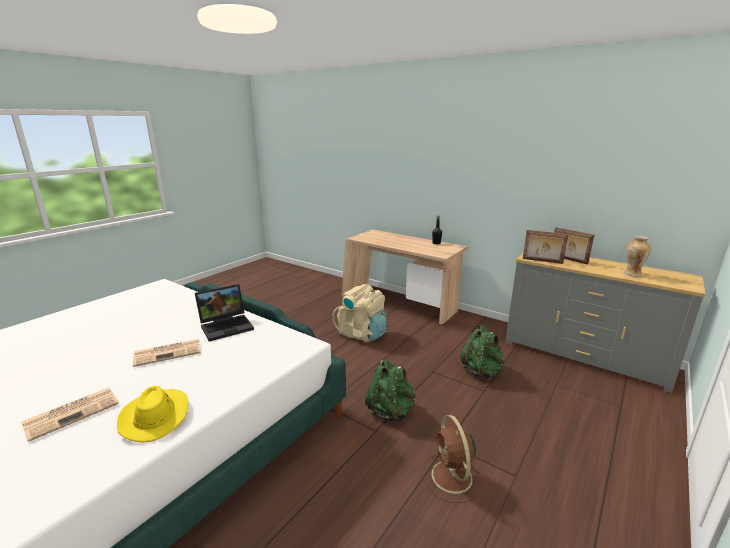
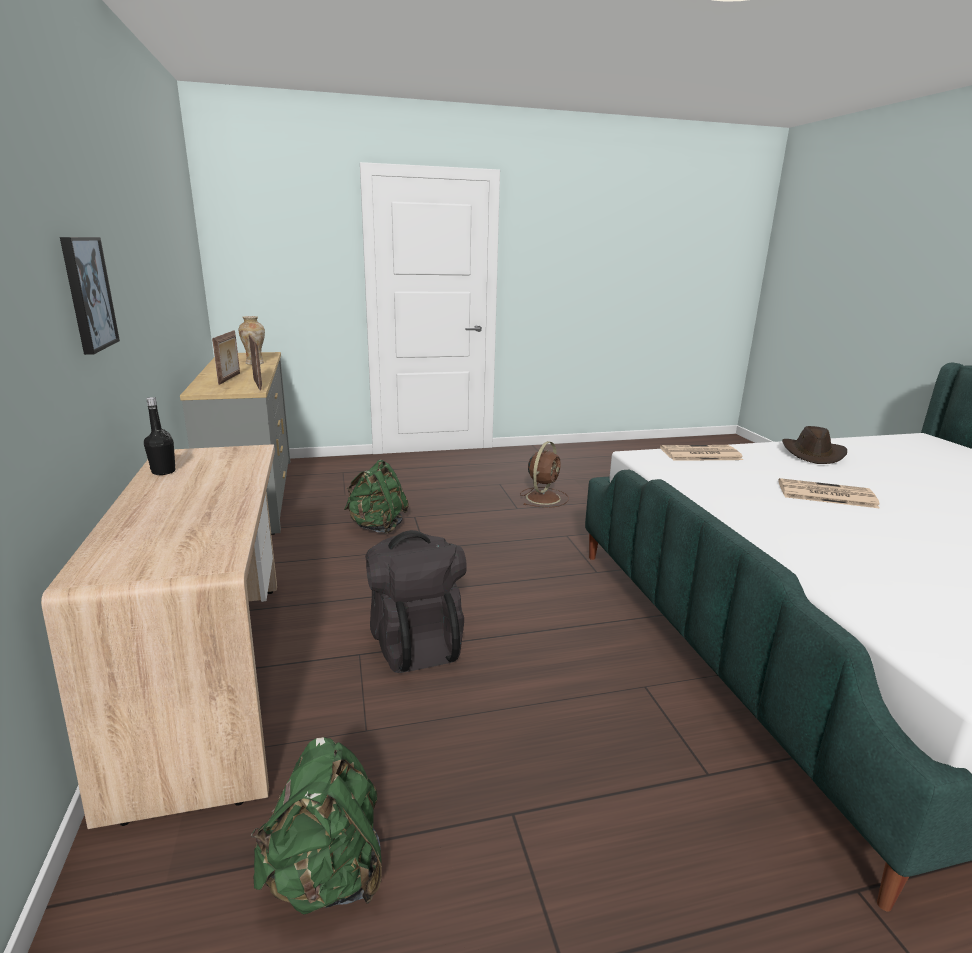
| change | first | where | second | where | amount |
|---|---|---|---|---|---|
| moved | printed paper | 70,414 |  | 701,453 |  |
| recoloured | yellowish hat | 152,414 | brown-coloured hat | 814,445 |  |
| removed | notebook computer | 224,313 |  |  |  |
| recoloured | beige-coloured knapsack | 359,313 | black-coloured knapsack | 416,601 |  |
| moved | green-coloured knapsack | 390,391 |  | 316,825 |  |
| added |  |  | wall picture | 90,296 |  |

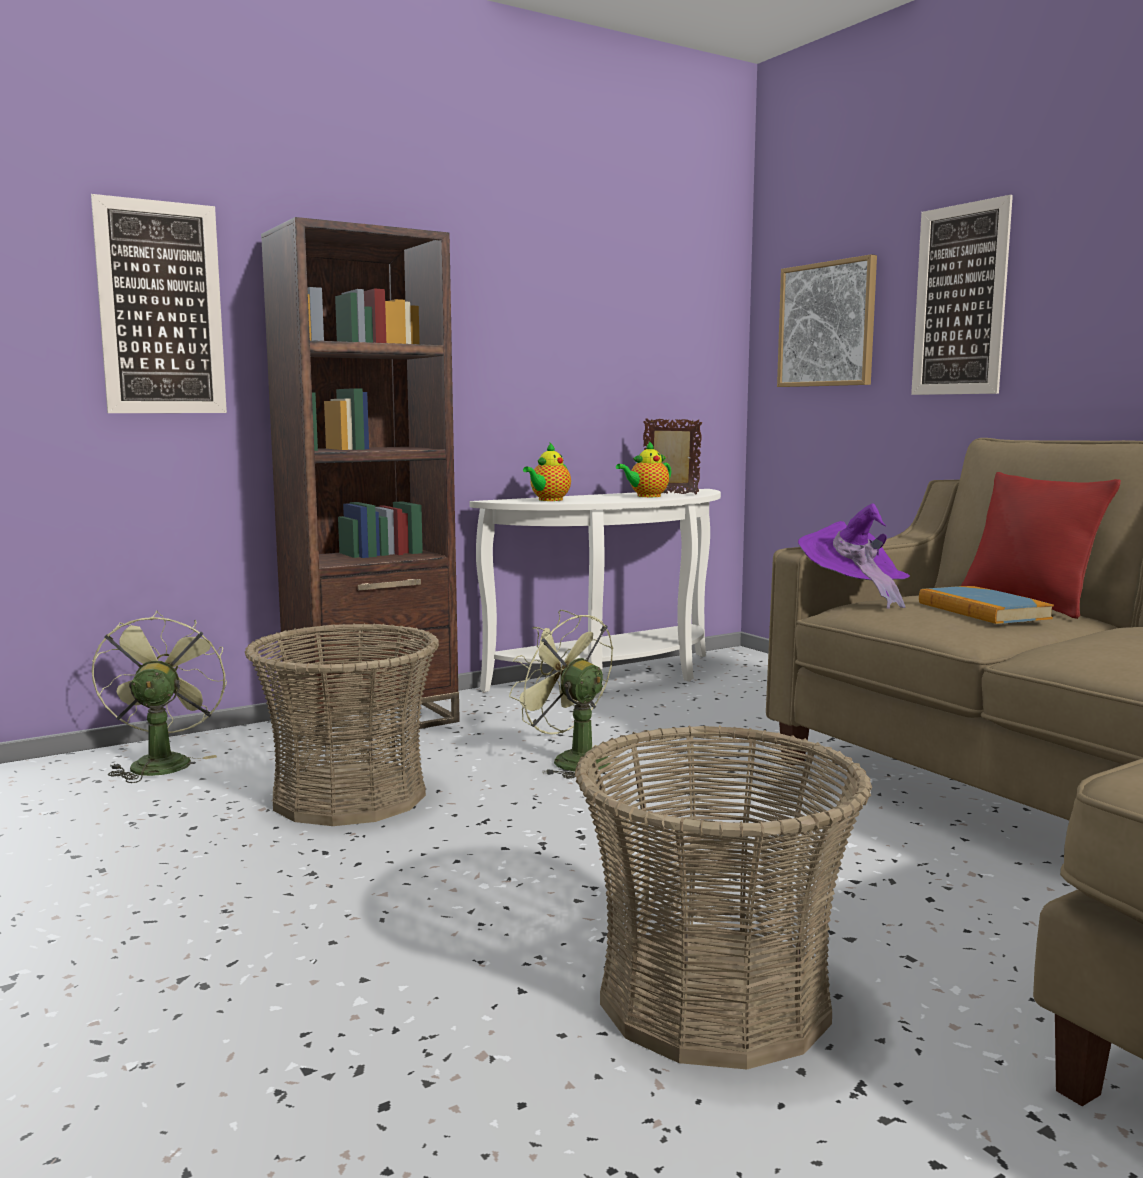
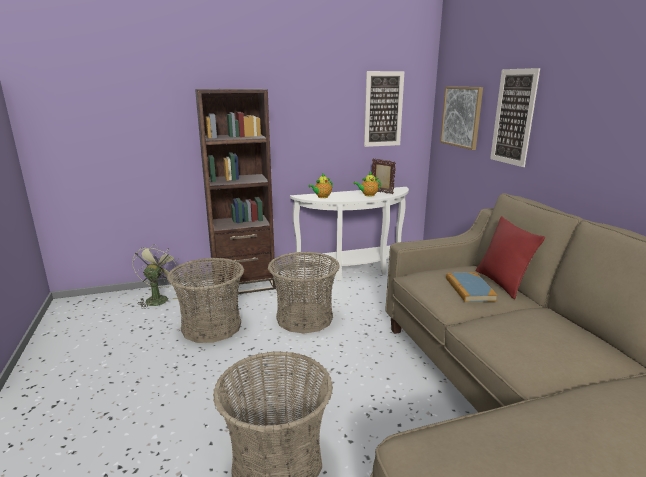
| change | first | where | second | where | amount |
|---|---|---|---|---|---|
| moved | wall picture | 159,303 |  | 384,109 |  |
| replaced | green-coloured cooling fan | 561,694 | household basket | 304,293 |  |
| removed | purple hat | 854,556 |  |  |  |

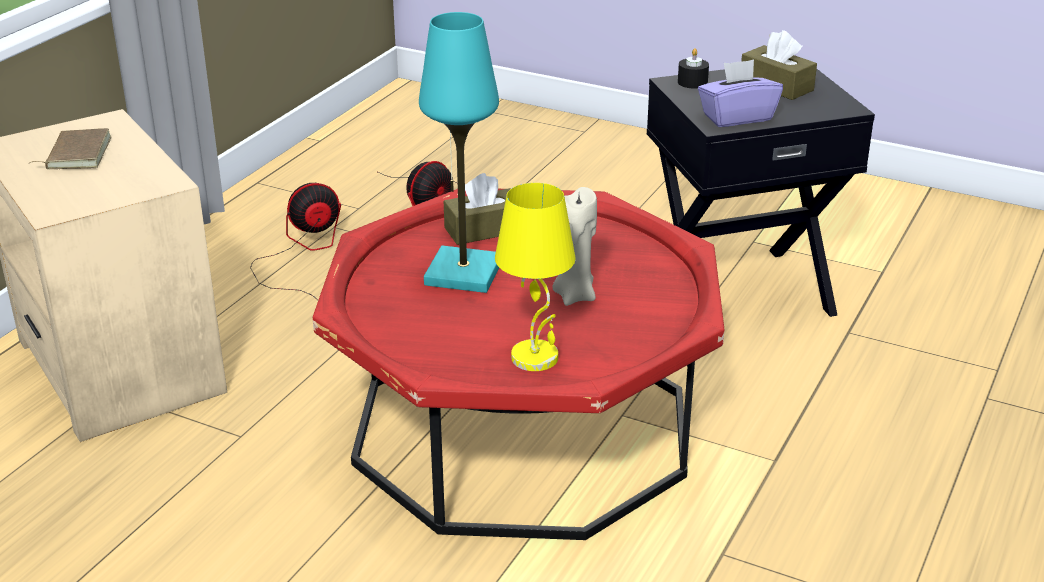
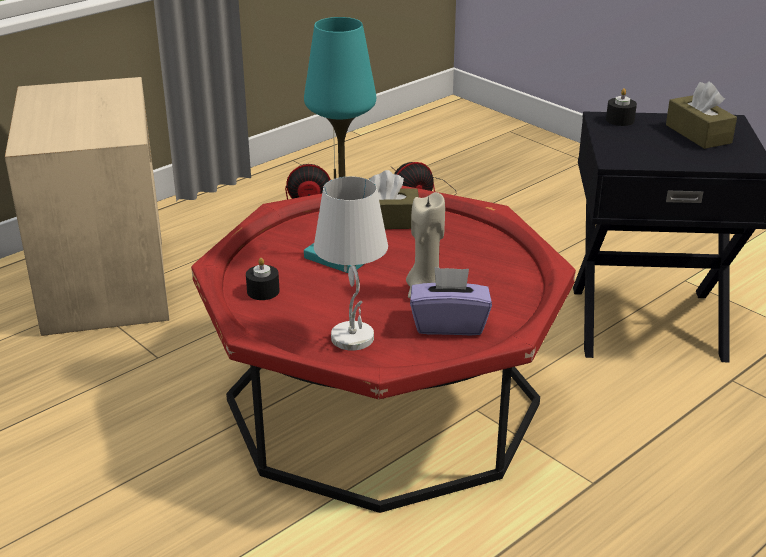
| change | first | where | second | where | amount |
|---|---|---|---|---|---|
| removed | brown-coloured book | 70,148 |  |  |  |
| recoloured | yellowish tabletop lamp | 535,277 | white-coloured tabletop lamp | 351,263 |  |
| moved | purple box of tissues | 740,93 |  | 451,301 |  |
| added |  |  | black-coloured wax candle | 263,279 |  |

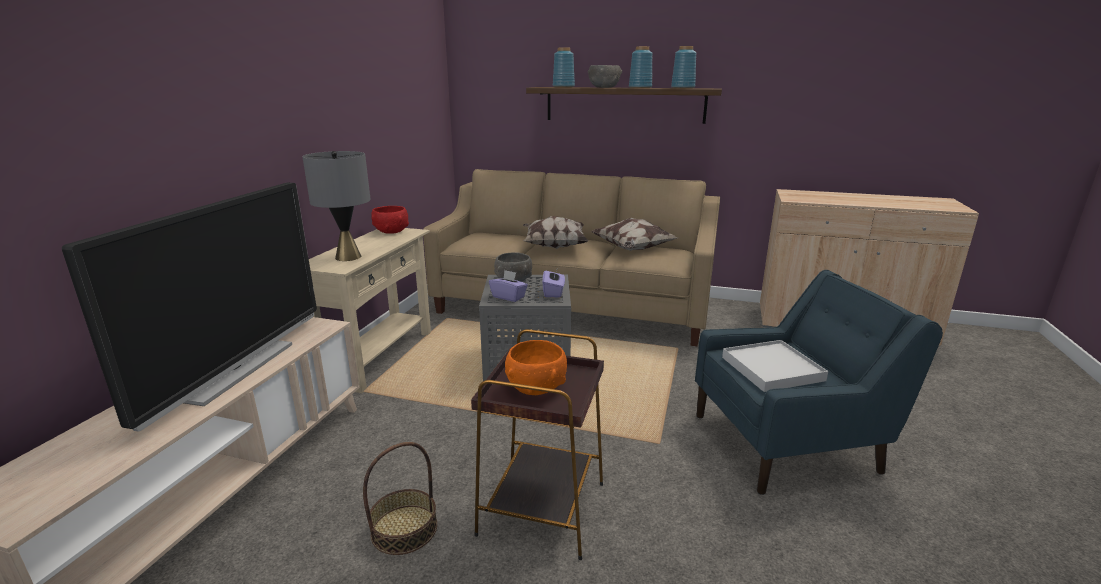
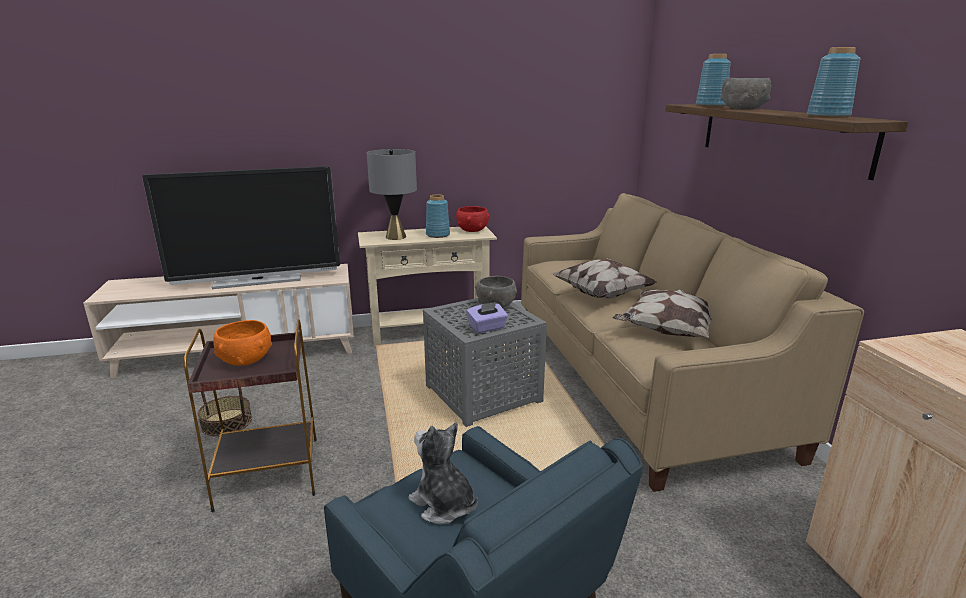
| change | first | where | second | where | amount |
|---|---|---|---|---|---|
| removed | purple box of tissues | 508,286 |  |  |  |
| moved | blue vase | 640,67 |  | 438,216 |  |
| replaced | white-coloured carrying tray | 775,366 | plush toy | 443,473 |  |

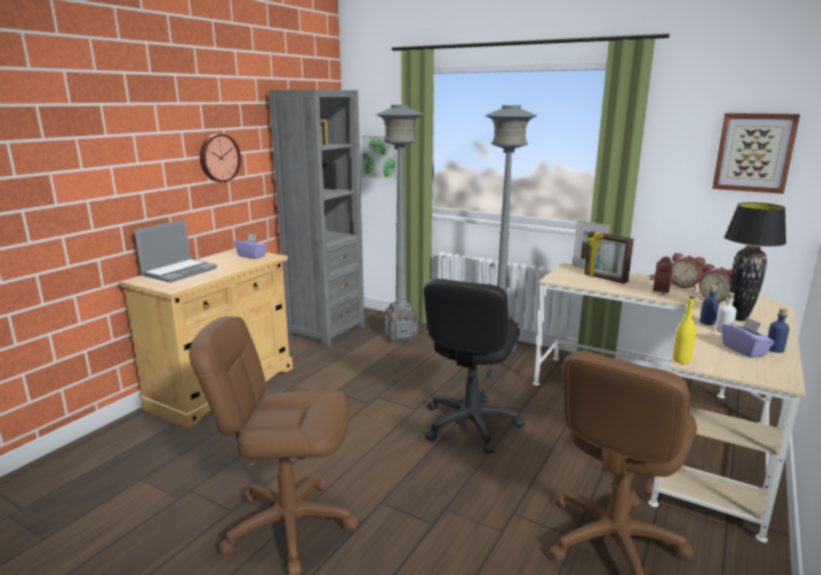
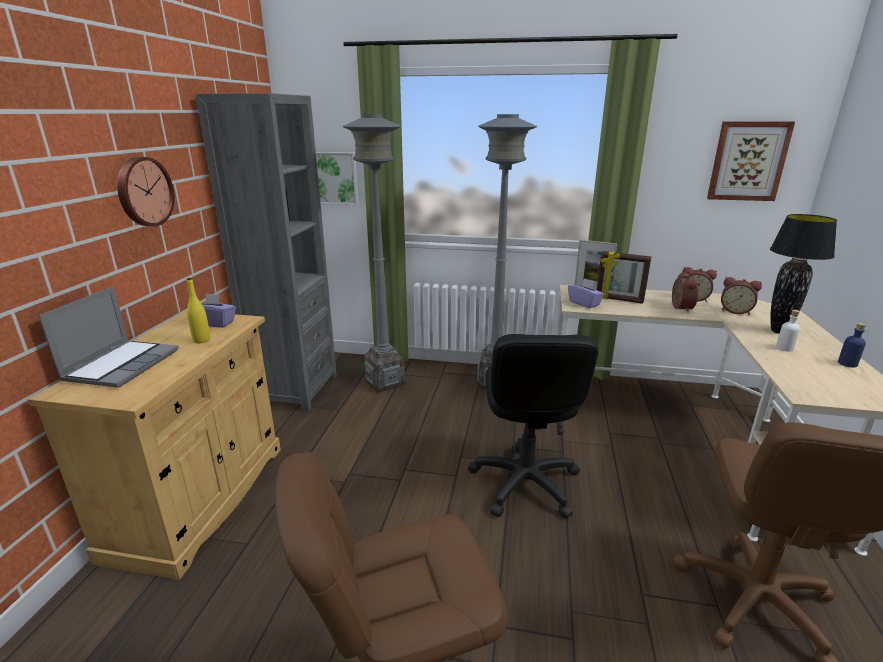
| change | first | where | second | where | amount |
|---|---|---|---|---|---|
| moved | yellowish bottle | 684,330 |  | 198,310 |  |
| removed | blue bottle | 709,305 |  |  |  |
| moved | purple box of tissues | 748,337 |  | 586,293 |  |

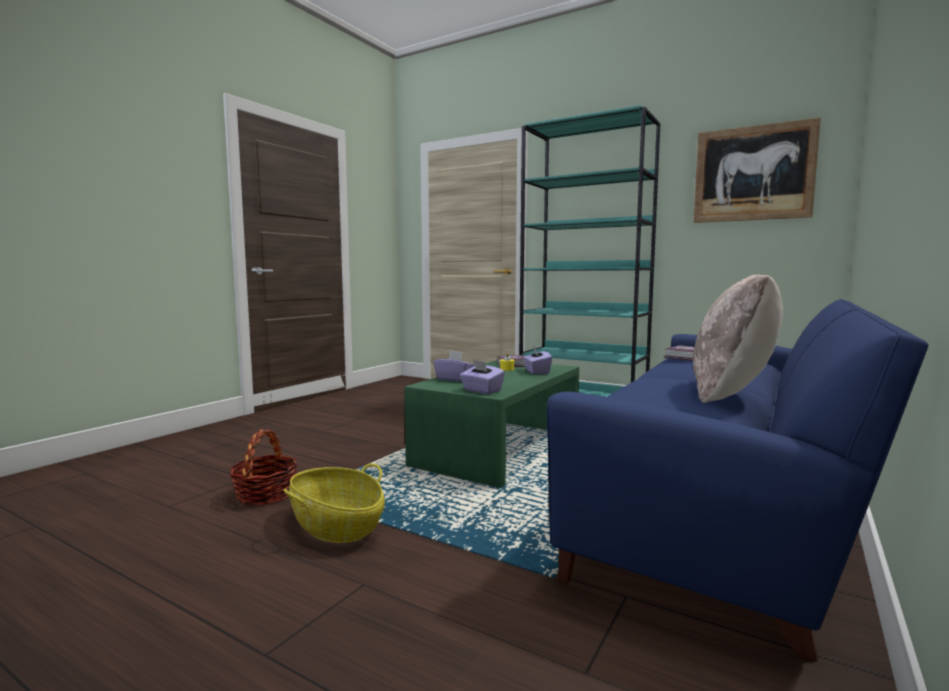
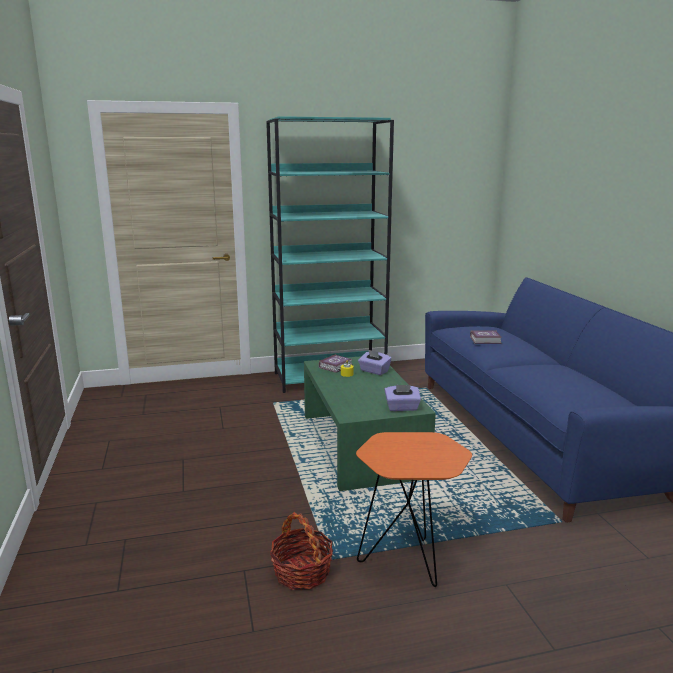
| change | first | where | second | where | amount |
|---|---|---|---|---|---|
| replaced | household basket | 334,503 | orange accent table | 414,509 |  |
| removed | purple box of tissues | 453,366 |  |  |  |
| removed | wall picture | 757,170 |  |  |  |
| removed | beige-coloured cushion | 738,338 |  |  |  |

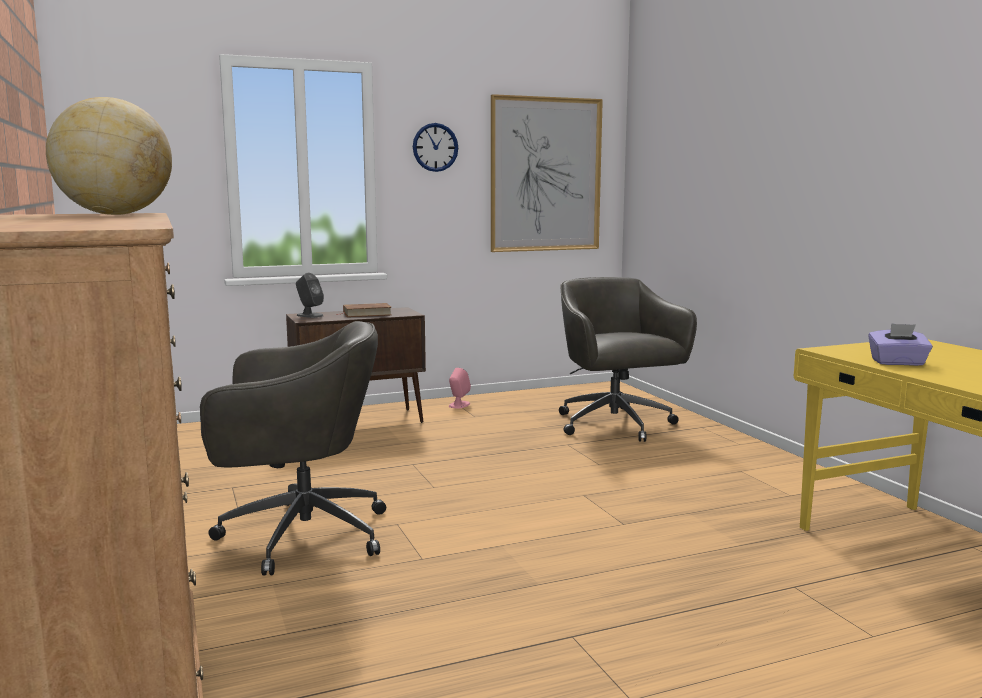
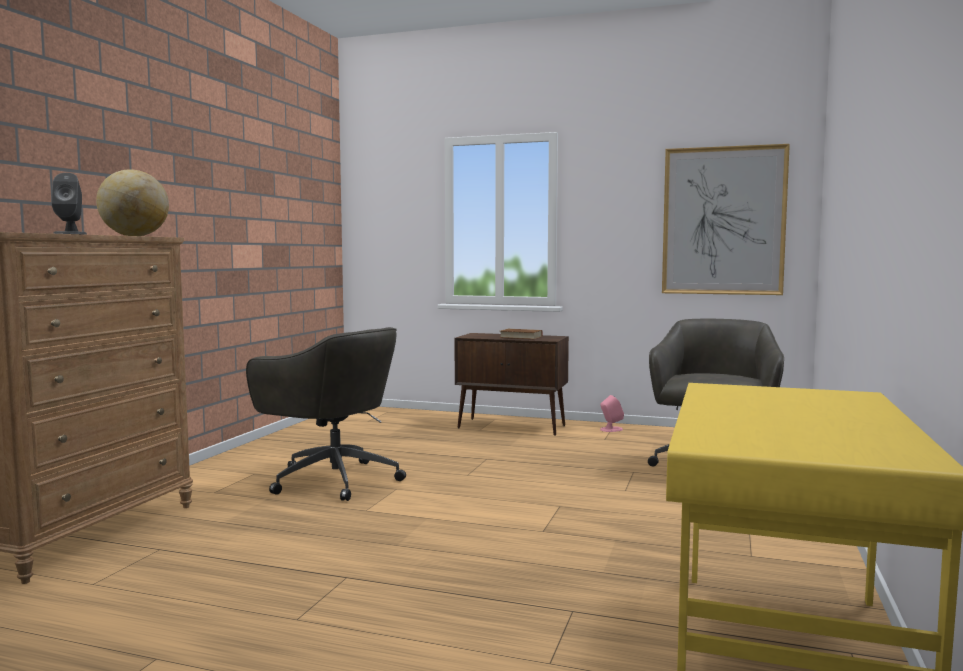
| change | first | where | second | where | amount |
|---|---|---|---|---|---|
| moved | gray speaker | 310,295 |  | 69,204 |  |
| removed | wall clock | 435,147 |  |  |  |
| removed | purple box of tissues | 900,344 |  |  |  |

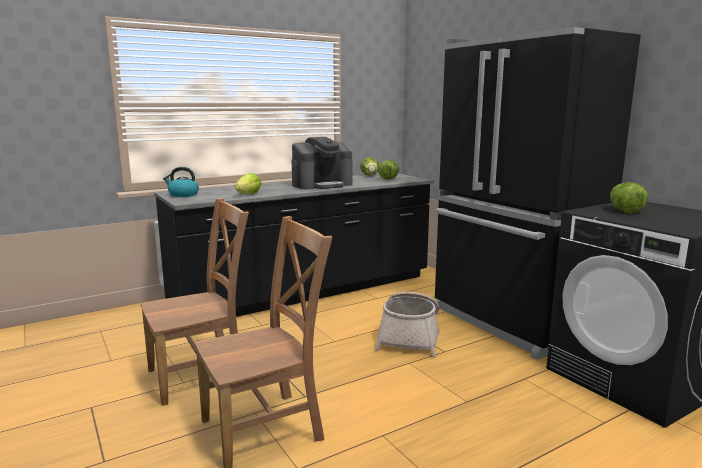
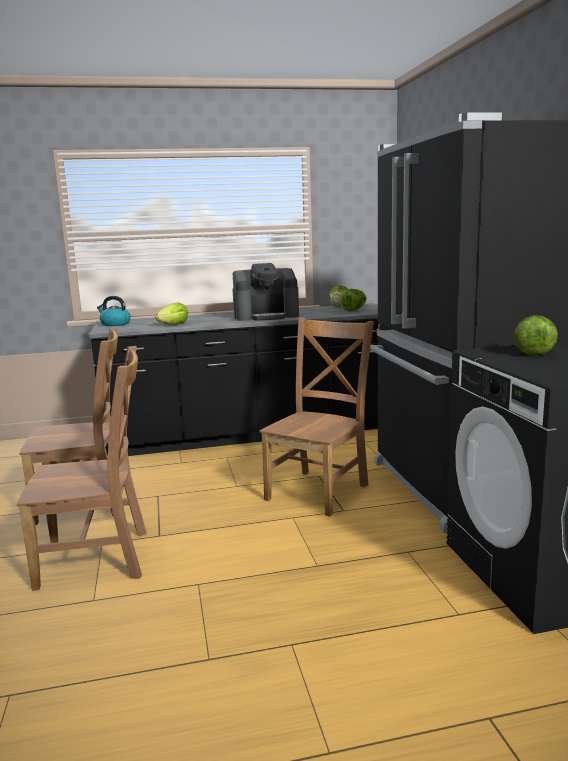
| change | first | where | second | where | amount |
|---|---|---|---|---|---|
| replaced | household basket | 407,324 | brown-coloured plain chair | 316,417 |  |

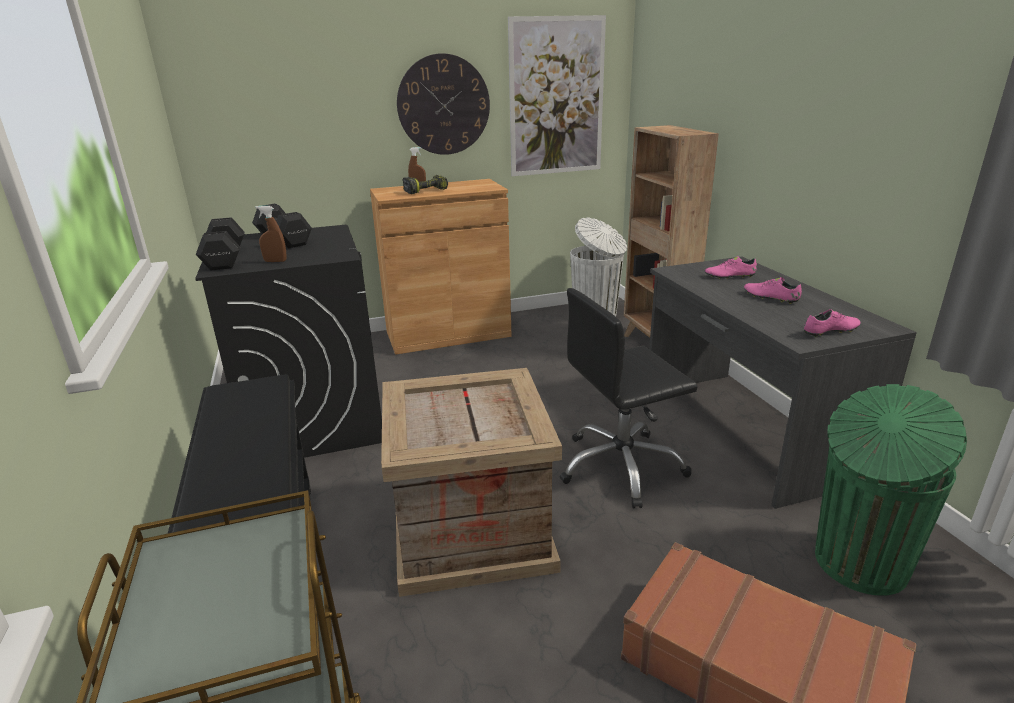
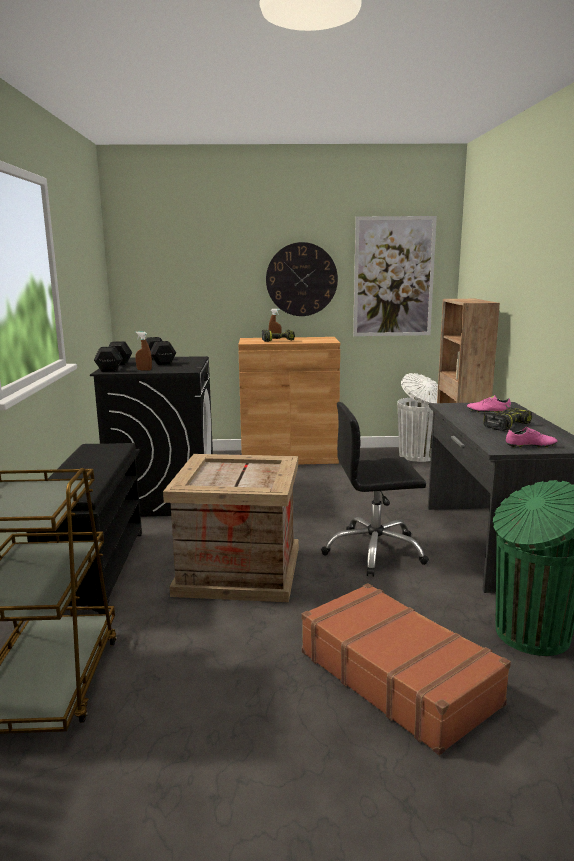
| change | first | where | second | where | amount |
|---|---|---|---|---|---|
| replaced | pinkish item of footwear | 773,290 | power drill | 507,419 |  |

